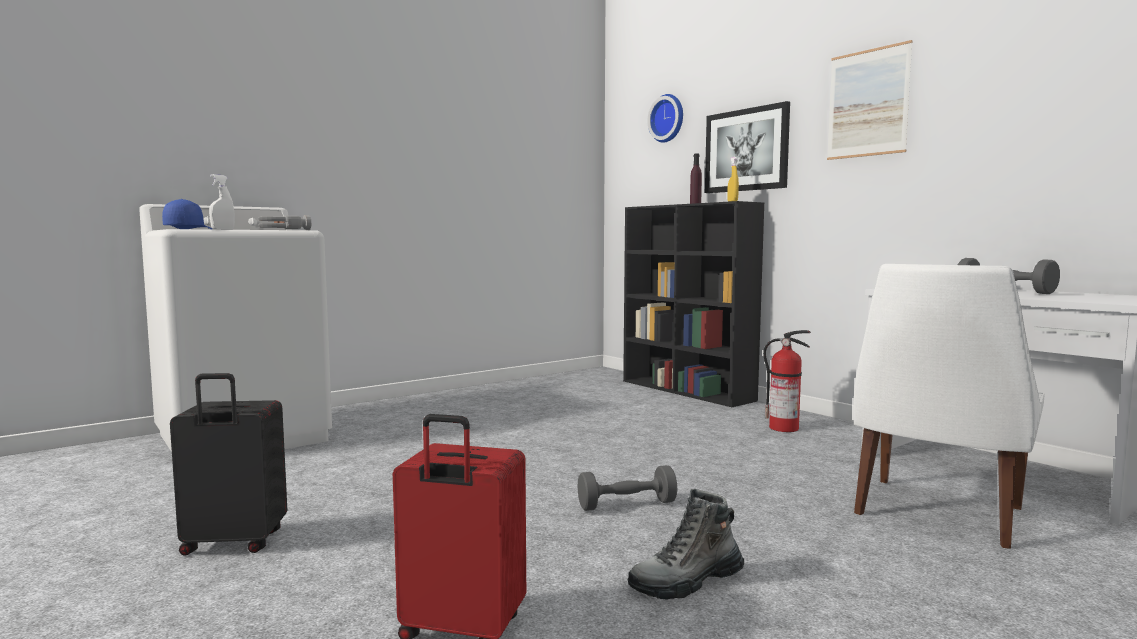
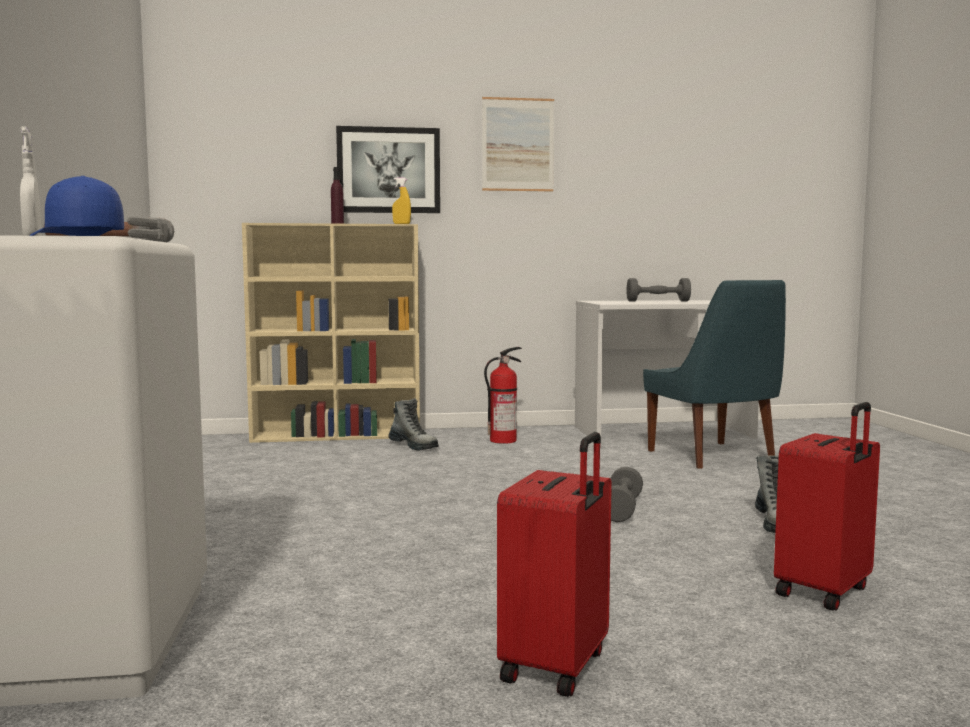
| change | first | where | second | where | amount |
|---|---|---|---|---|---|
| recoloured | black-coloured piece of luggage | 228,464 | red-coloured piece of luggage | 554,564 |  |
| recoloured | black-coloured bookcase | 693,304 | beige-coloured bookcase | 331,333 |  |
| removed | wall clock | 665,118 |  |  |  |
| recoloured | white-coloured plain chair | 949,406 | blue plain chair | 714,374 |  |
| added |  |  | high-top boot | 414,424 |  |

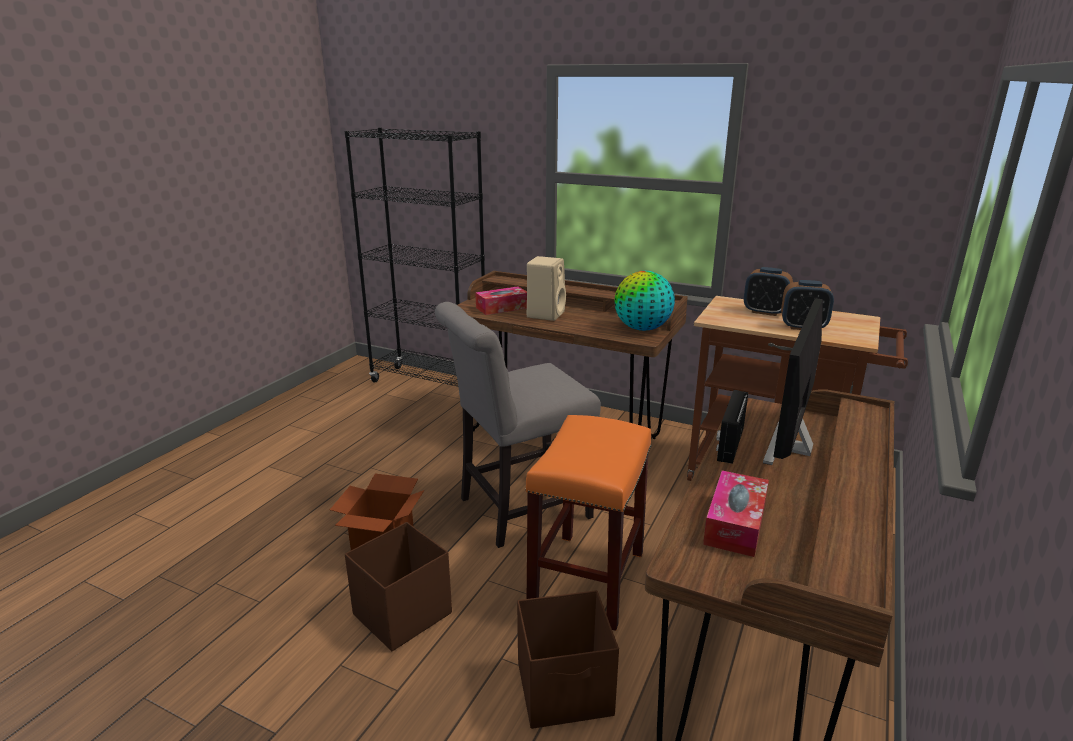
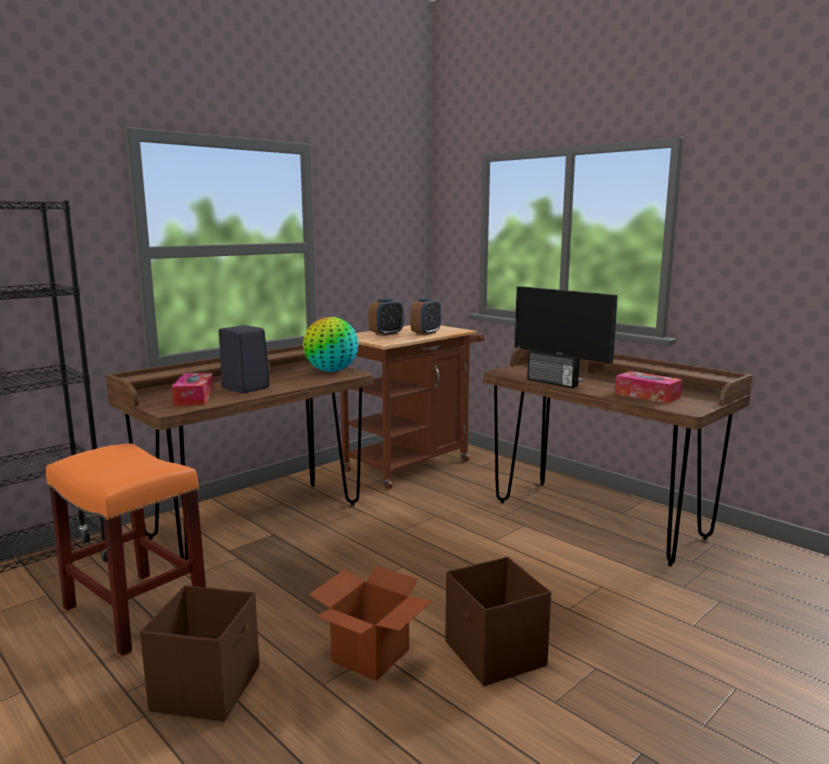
| change | first | where | second | where | amount |
|---|---|---|---|---|---|
| removed | gray plain chair | 518,425 |  |  |  |
| moved | brown-coloured storage box | 568,659 |  | 200,653 |  |
| moved | orange stool seat | 588,523 |  | 126,550 |  |
| recoloured | beige-coloured speaker | 546,288 | black-coloured speaker | 244,359 |  |

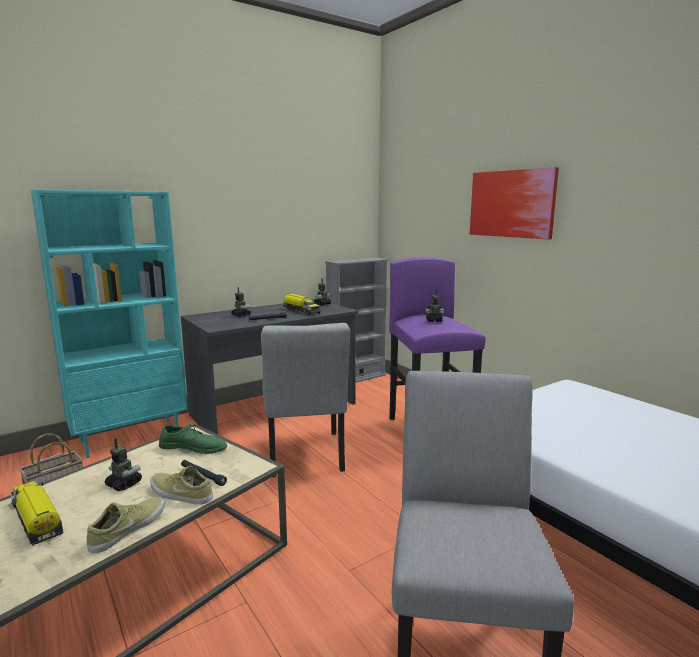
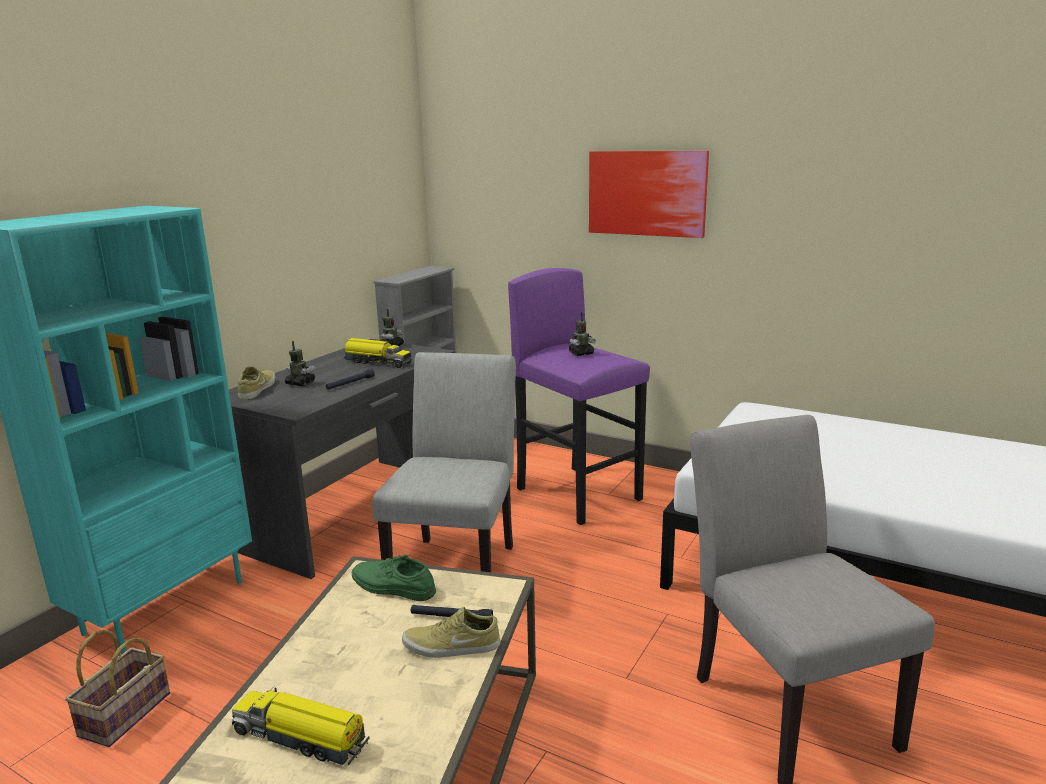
| change | first | where | second | where | amount |
|---|---|---|---|---|---|
| moved | beige-coloured item of footwear | 126,525 |  | 257,382 |  |
| removed | robot figure | 123,464 |  |  |  |
| turned | green-coloured item of footwear | 193,439 |  | 394,578 | 135 degrees counterclockwise |
| turned | gray plain chair | 305,400 |  | 444,462 | 135 degrees counterclockwise |

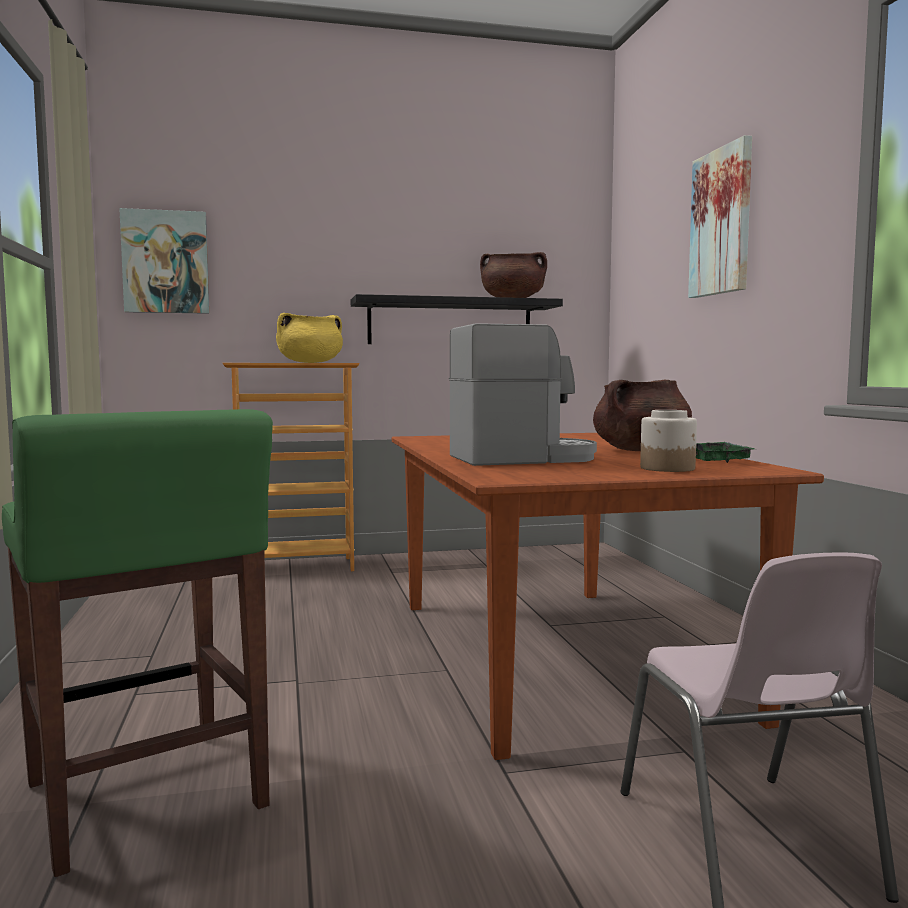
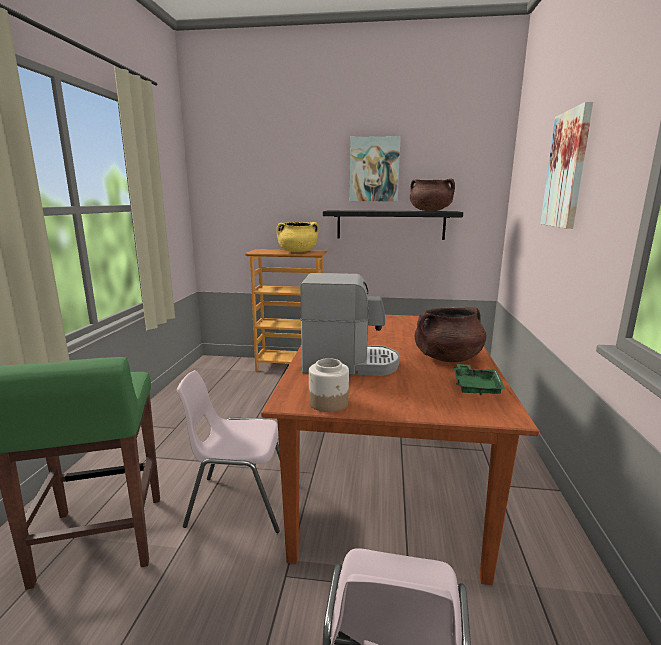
| change | first | where | second | where | amount |
|---|---|---|---|---|---|
| moved | wall picture | 164,261 |  | 375,168 |  |
| moved | jar | 668,441 |  | 329,385 |  |
| added |  |  | pinkish plain chair | 228,451 |  |

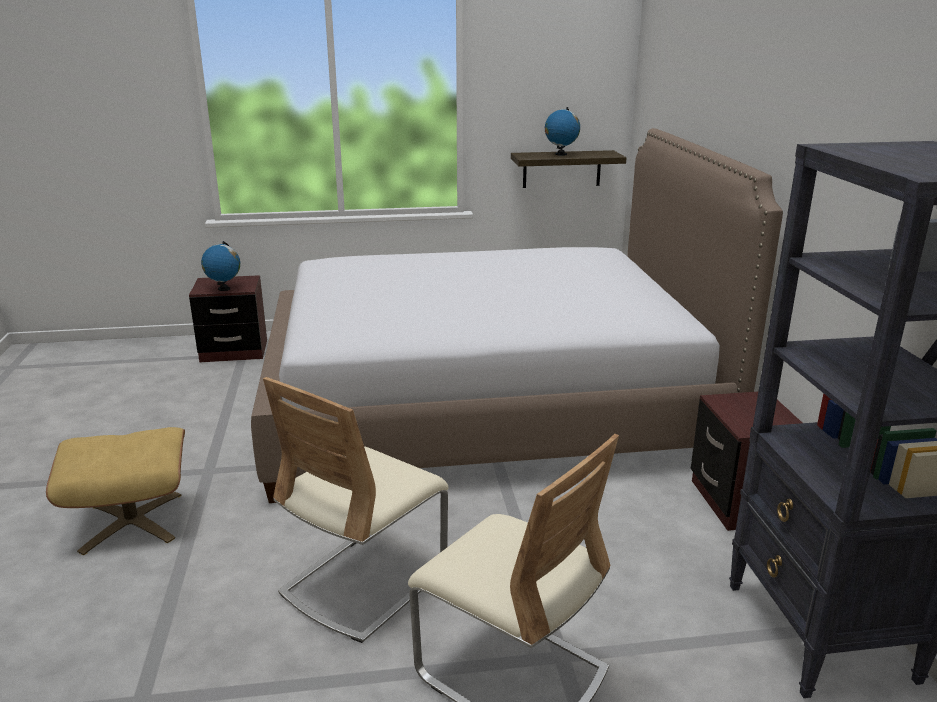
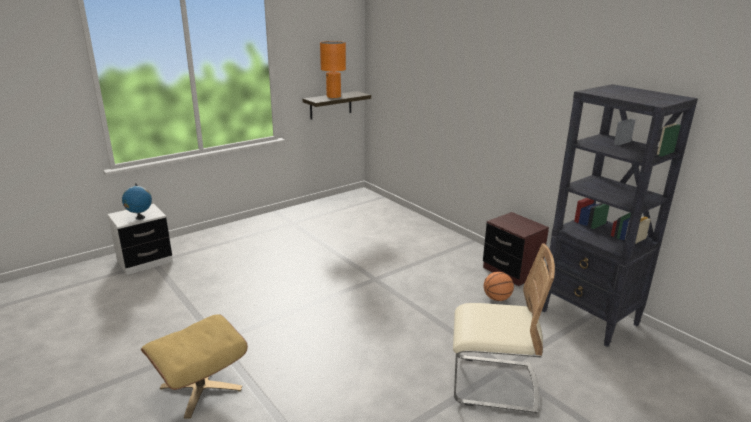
| change | first | where | second | where | amount |
|---|---|---|---|---|---|
| recoloured | brown-coloured bedside table | 228,318 | white-coloured bedside table | 140,239 |  |
| removed | bedroom bed | 517,315 |  |  |  |
| removed | beige-coloured plain chair | 355,510 |  |  |  |
| replaced | world globe | 562,131 | orange tabletop lamp | 333,69 |  |
| added |  |  | basketball ball | 499,286 |  |

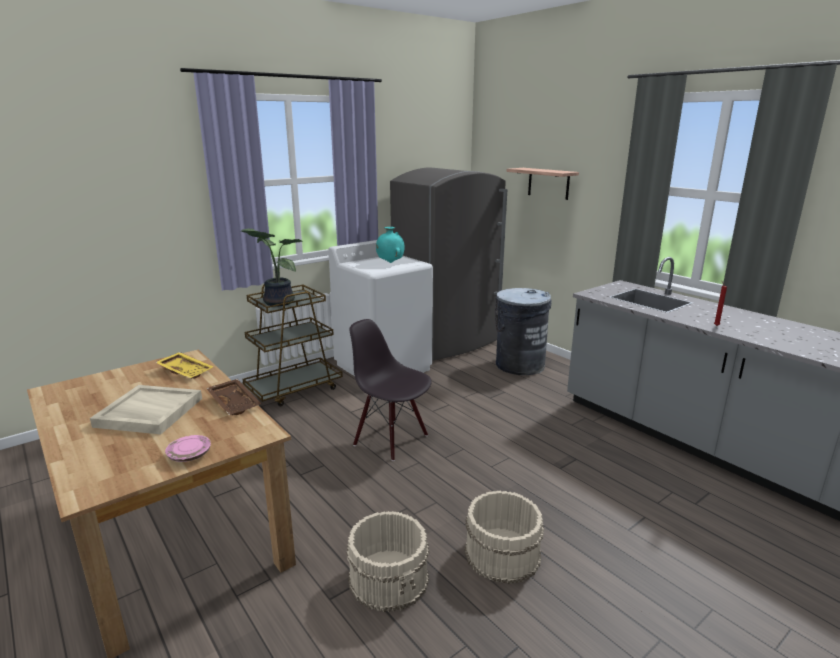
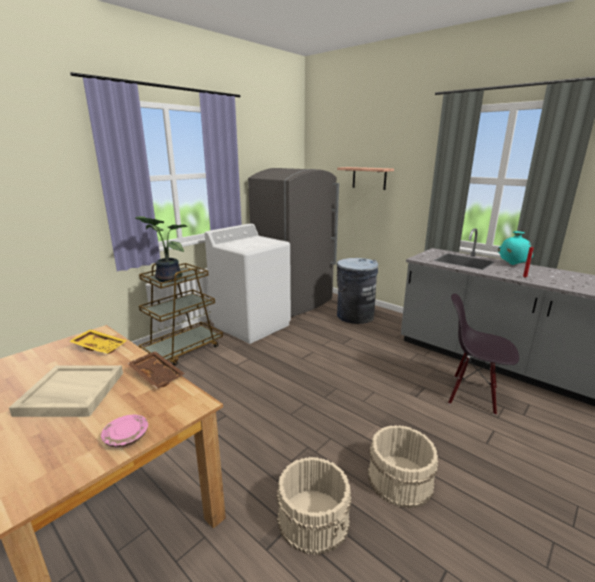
| change | first | where | second | where | amount |
|---|---|---|---|---|---|
| moved | black-coloured plain chair | 390,390 |  | 483,354 |  |
| moved | blue-green vase | 390,245 |  | 515,248 |  |

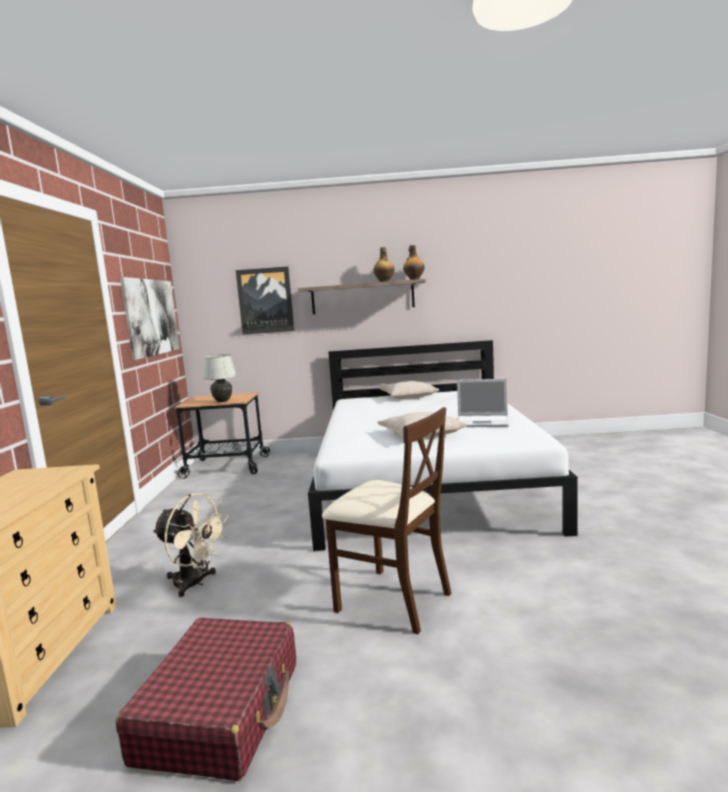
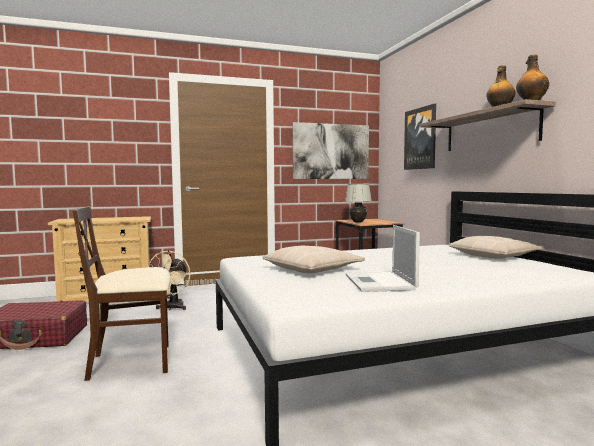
| change | first | where | second | where | amount |
|---|---|---|---|---|---|
| turned | beige-coloured plain chair | 386,520 |  | 122,293 | 60 degrees clockwise |

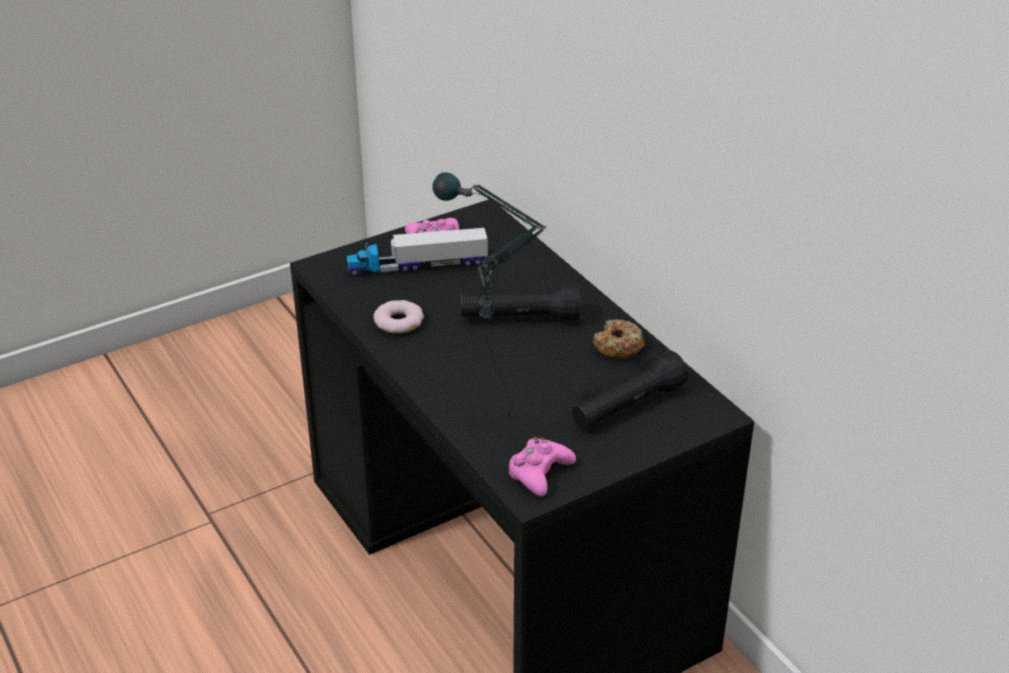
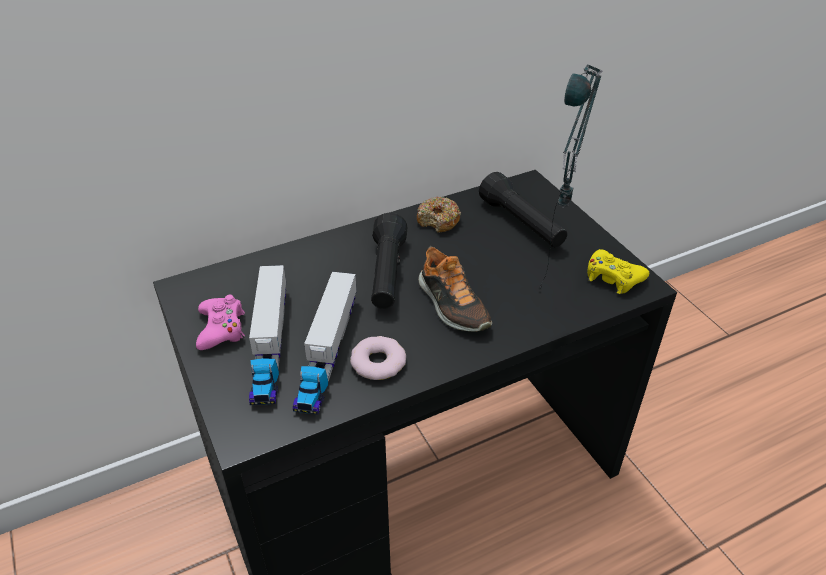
| change | first | where | second | where | amount |
|---|---|---|---|---|---|
| recoloured | pinkish gamepad | 542,466 | yellowish gamepad | 618,271 |  |
| added |  |  | toy truck | 325,343 |  |
| added |  |  | item of footwear | 455,289 |  |

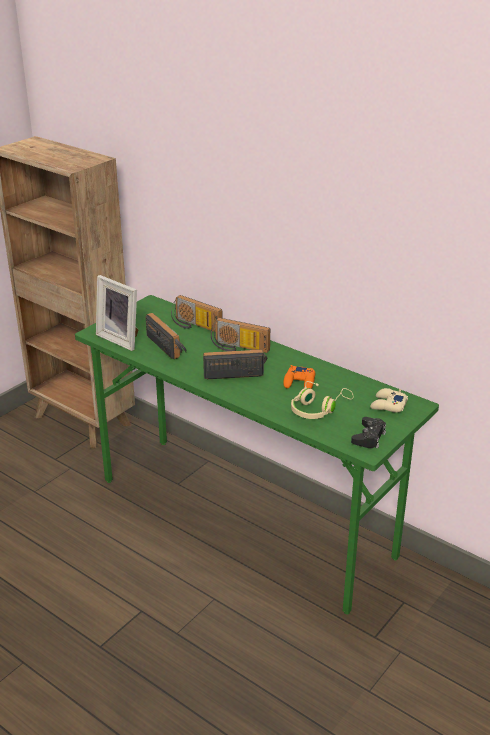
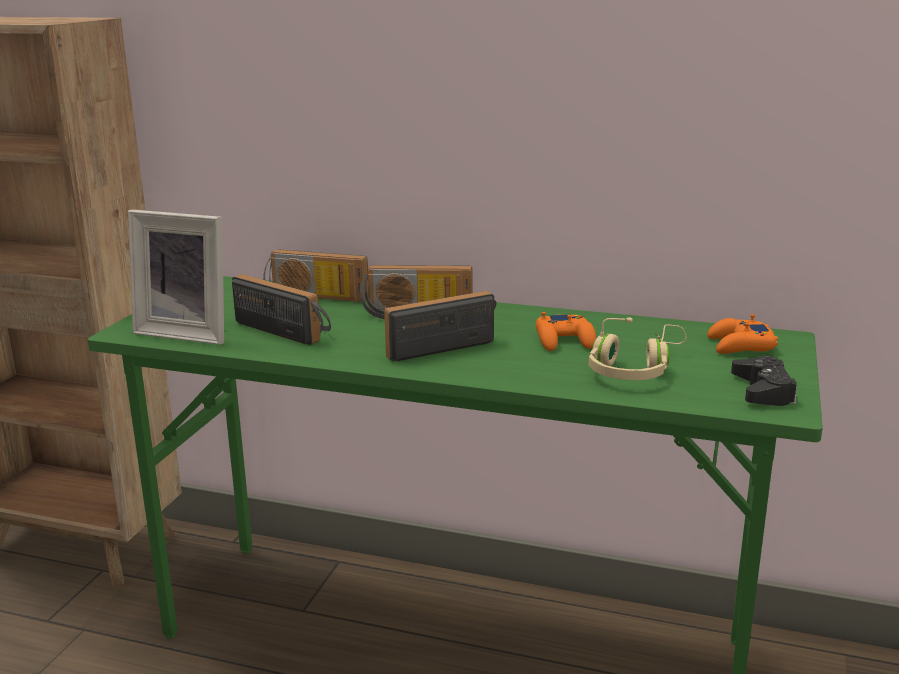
| change | first | where | second | where | amount |
|---|---|---|---|---|---|
| recoloured | beige-coloured gamepad | 389,400 | orange gamepad | 742,334 |  |

